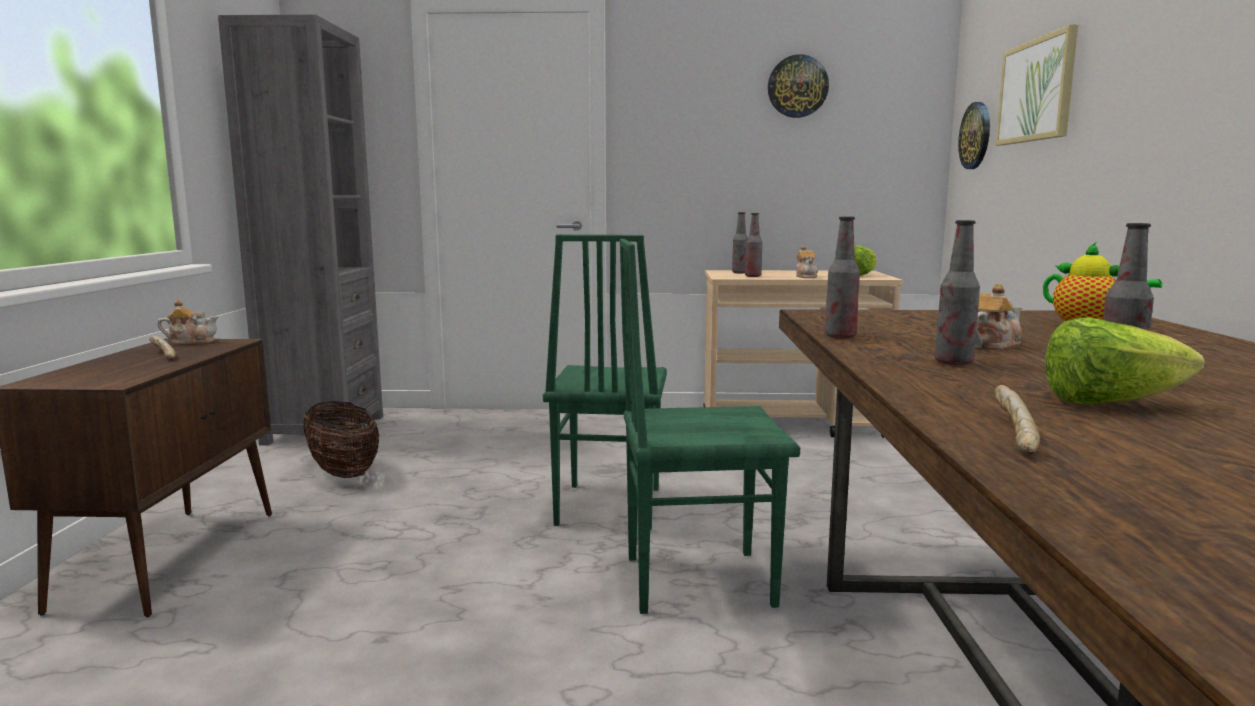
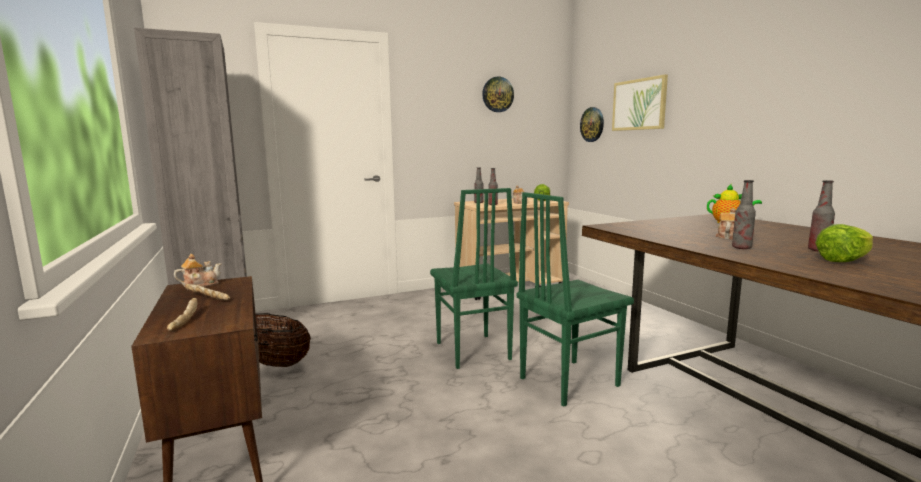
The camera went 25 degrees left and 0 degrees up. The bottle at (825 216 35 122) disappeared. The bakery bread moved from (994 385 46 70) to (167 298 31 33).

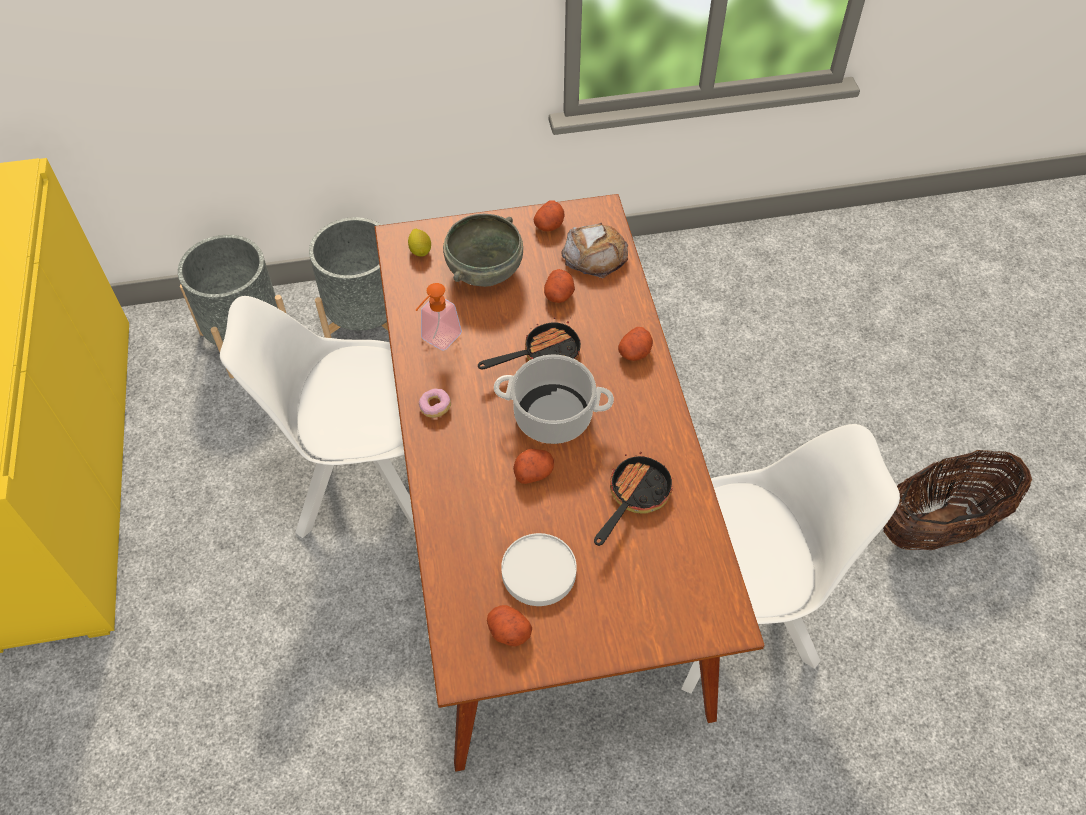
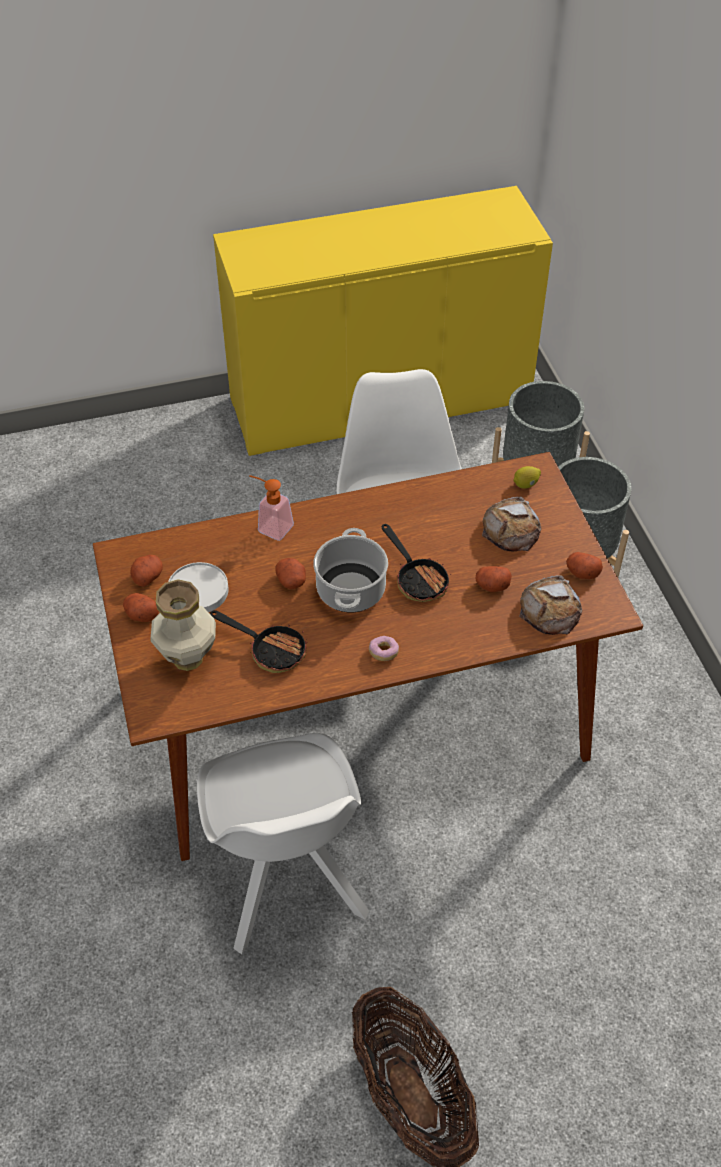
The camera went 85 degrees right and 5 degrees down. The grey deep dish at (443 214 80 73) was replaced by the bakery bread at (482 497 59 55). The liquid soap bottle moved from (416 283 46 68) to (249 475 45 66). The spud moved from (618 327 35 34) to (123 593 36 29). The ring doughnut moved from (419 388 32 30) to (369 636 30 25). The flower vase at (150 579 66 92) appeared.

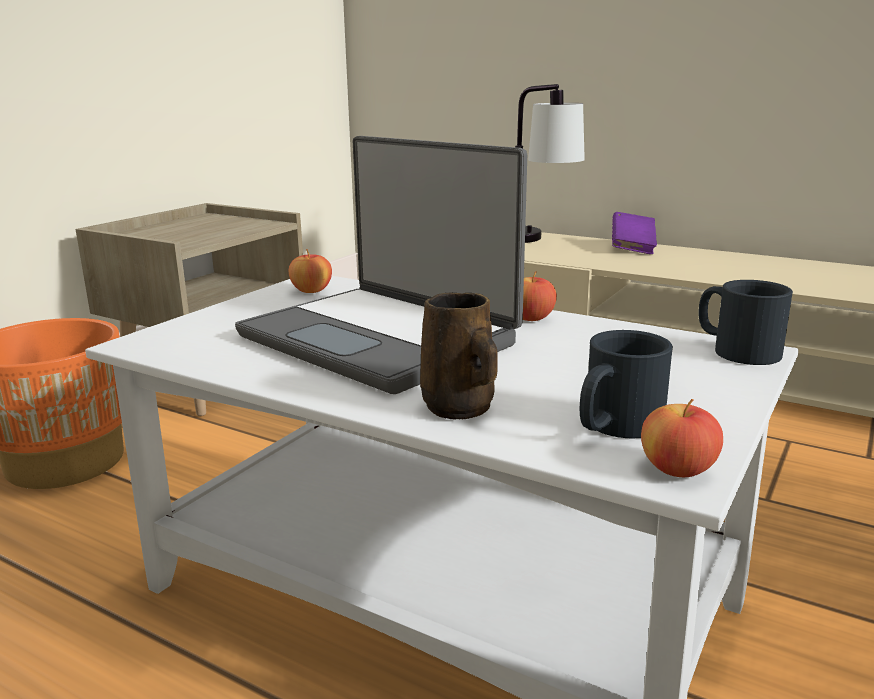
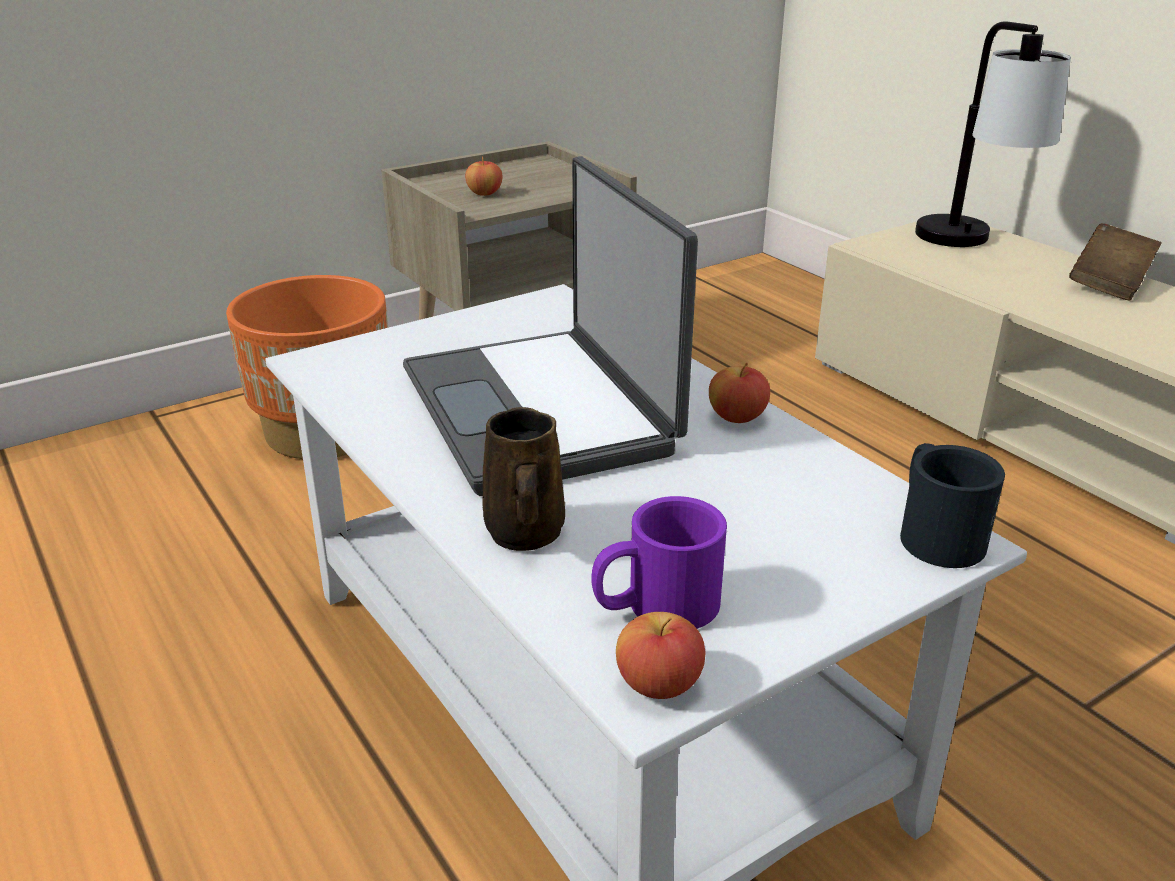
The camera went 25 degrees right and 10 degrees up. The purple-coloured bound book at (612 212 45 42) became the brownish bound book at (1069 223 93 77). The apple moved from (289 249 43 44) to (465 156 37 40). The blackish coffee mug at (580 330 93 108) became the purple-coloured coffee mug at (592 496 135 133).

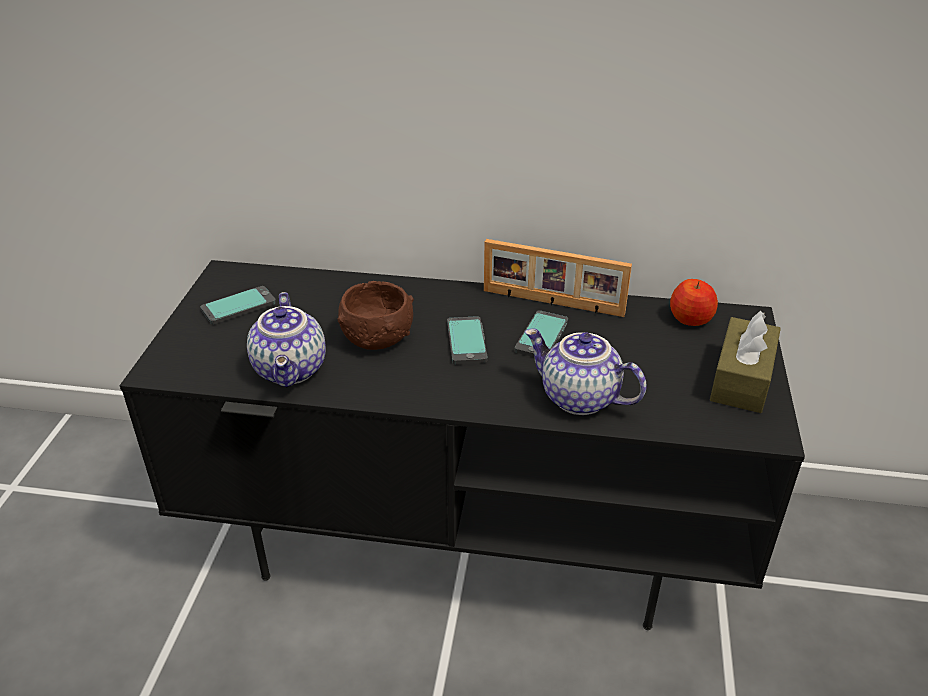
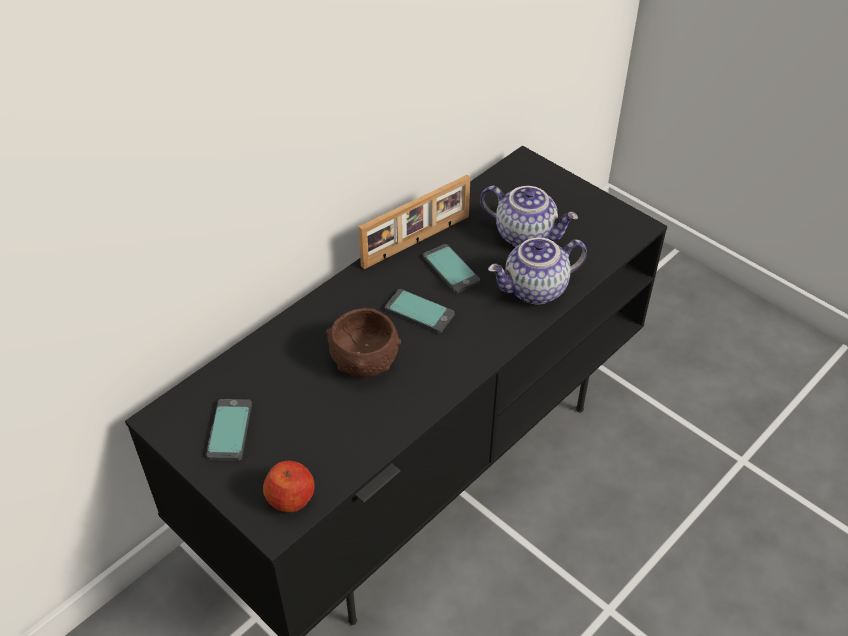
The camera went 55 degrees left and 10 degrees up. The apple moved from (670 279 48 47) to (263 461 52 52). The teapot moved from (247 292 79 95) to (480 186 98 61). The brownish tissue box at (710 310 71 103) disappeared.

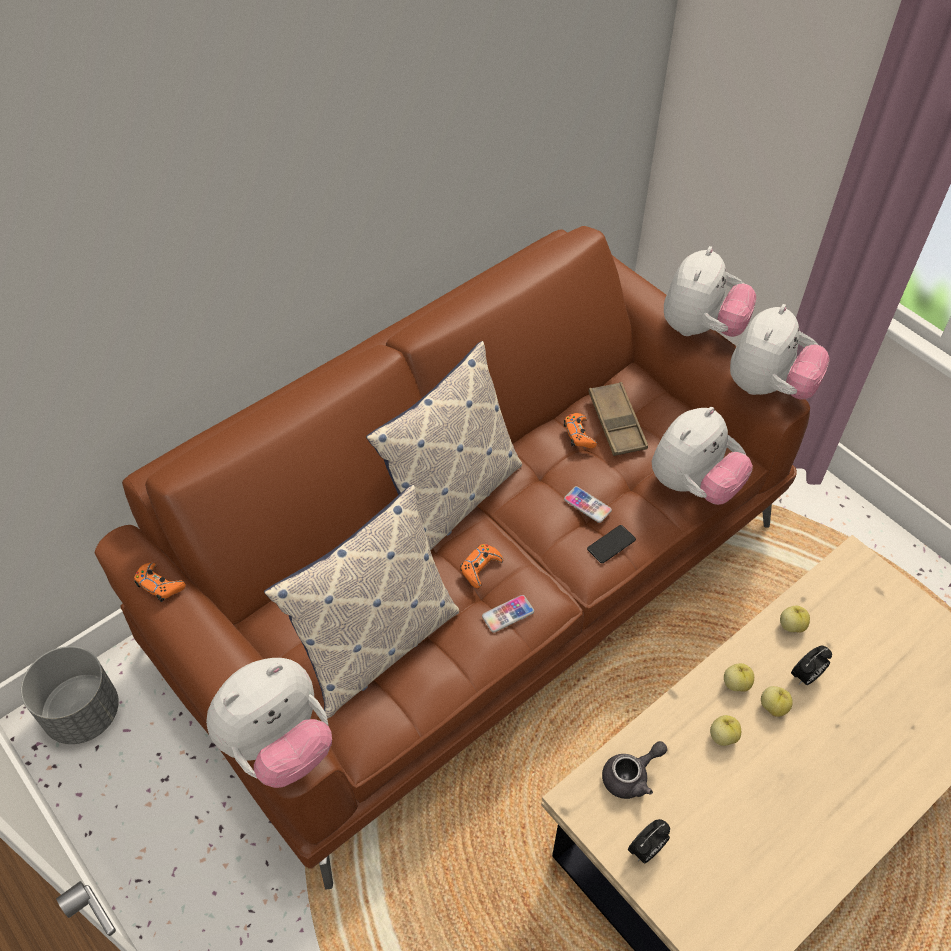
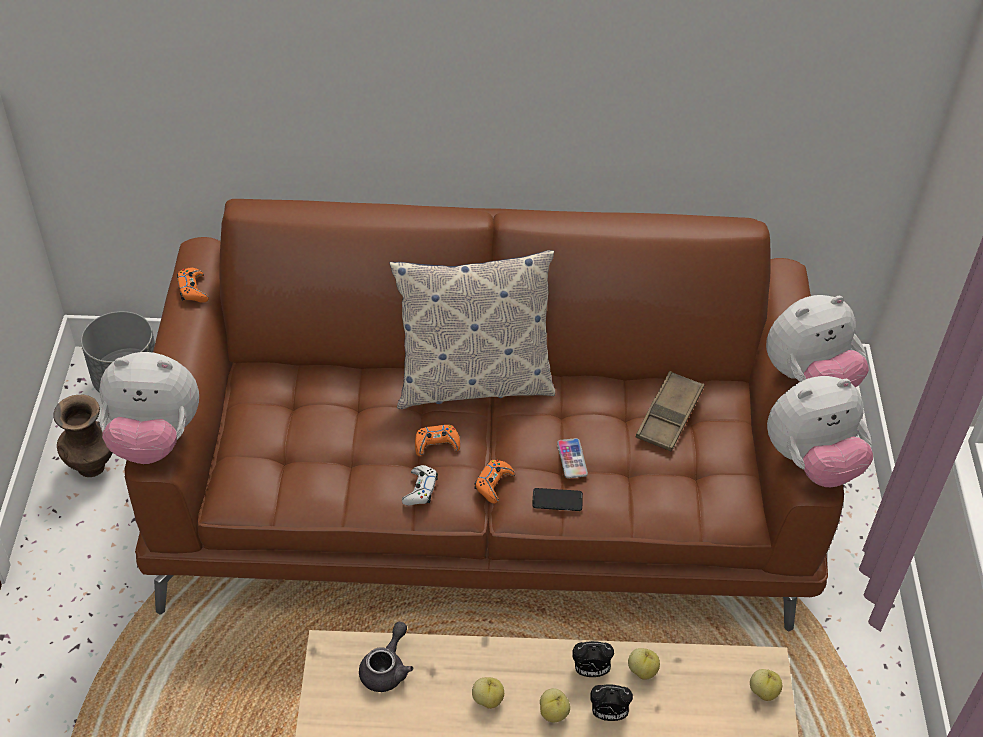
The camera went 40 degrees right and 5 degrees down. The soft toy at (652 407 101 98) disappeared. The orange game controller moved from (564 413 33 35) to (474 459 41 45). The pillow at (264 485 195 234) disappeared. The handset at (482 595 52 38) was replaced by the white-coloured game controller at (402 465 36 40). The apple moved from (724 663 30 29) to (750 669 32 32). The grey teapot at (602 741 65 58) turned 75 degrees counterclockwise. The bedside clock moved from (628 819 42 45) to (572 641 42 36). The brownish flower vase at (53 395 59 82) appeared.

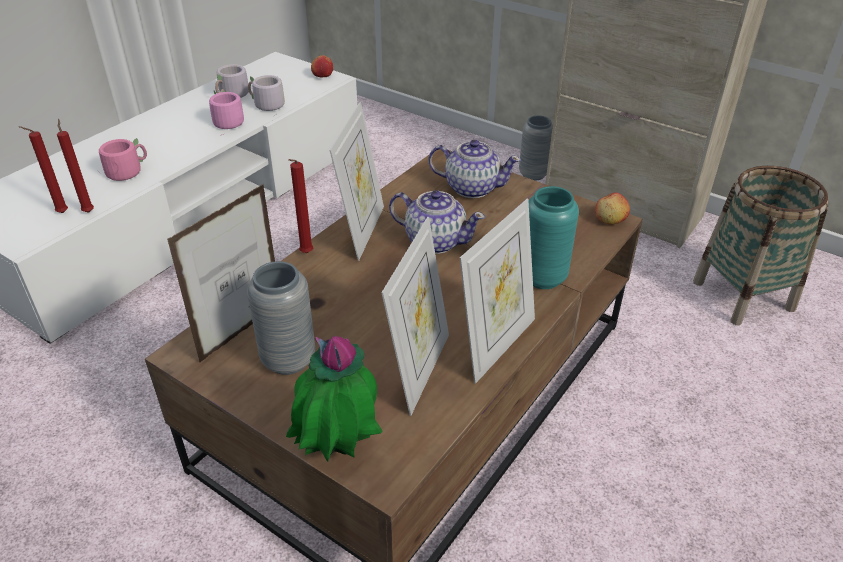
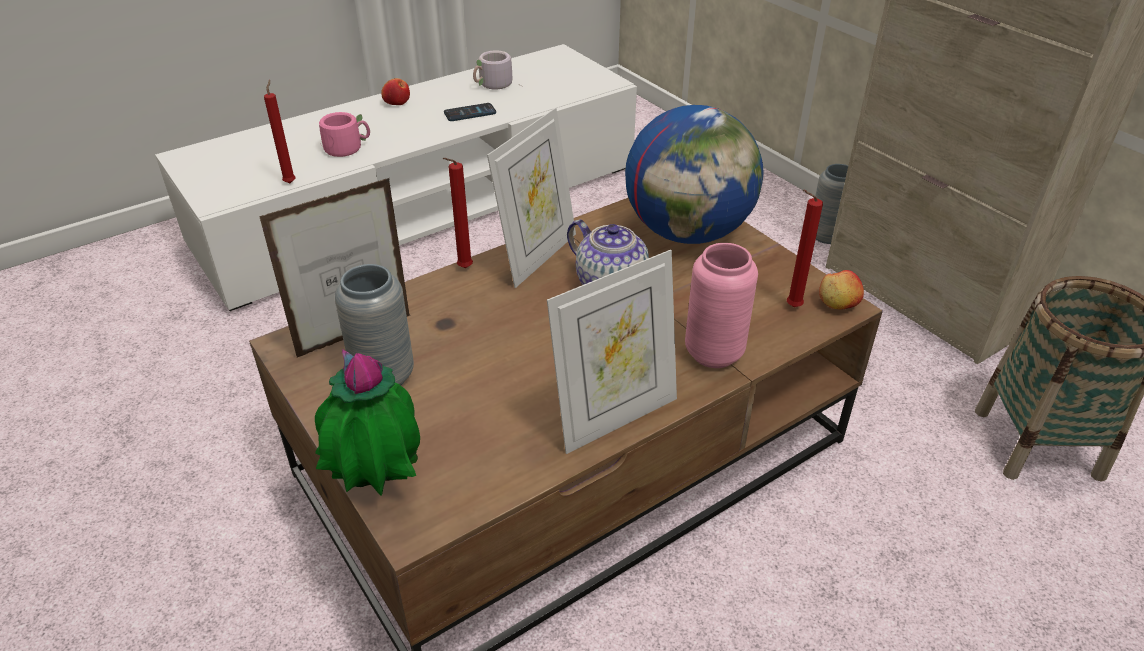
The camera went 20 degrees right and 0 degrees up. The apple moved from (311 55 22 22) to (381 78 29 27). The grey coffee mug at (248 75 37 42) disappeared. The pink-coloured coffee mug at (209 90 35 46) was replaced by the handset at (444 103 52 18). The red wax candle moved from (19 126 49 87) to (787 190 36 117). The teapot at (428 140 93 58) was replaced by the desk globe at (625 105 139 139). The blue-green flower vase at (529 186 50 103) became the pink-coloured flower vase at (685 243 73 125). The standing frame at (381 217 68 199) disappeared.

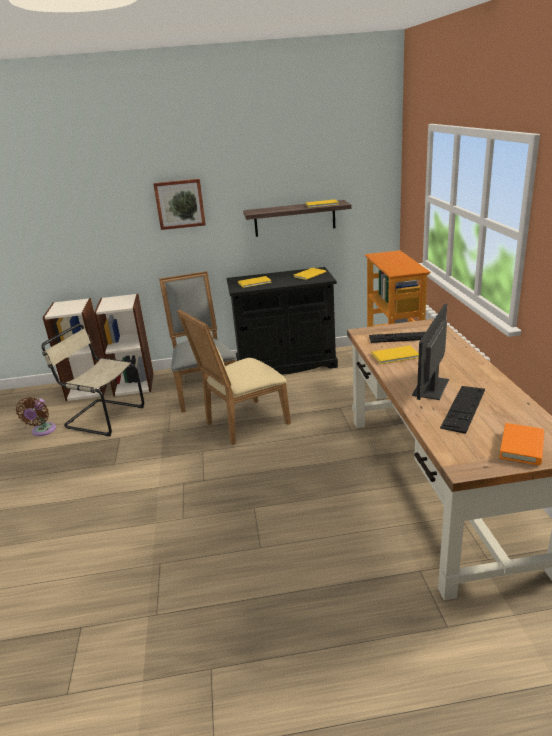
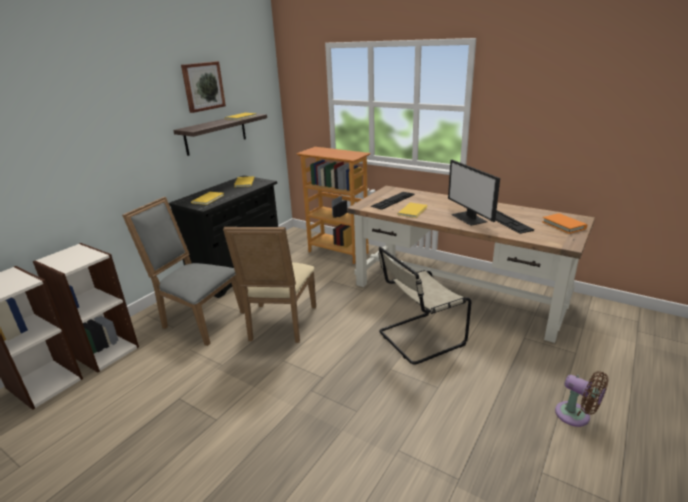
The camera went 50 degrees left and 0 degrees up. The wall picture moved from (153 179 53 51) to (181 61 45 52). The beige-coloured plain chair moved from (41 324 103 112) to (378 247 93 117). The brownish electric fan moved from (16 397 40 39) to (555 371 54 56).

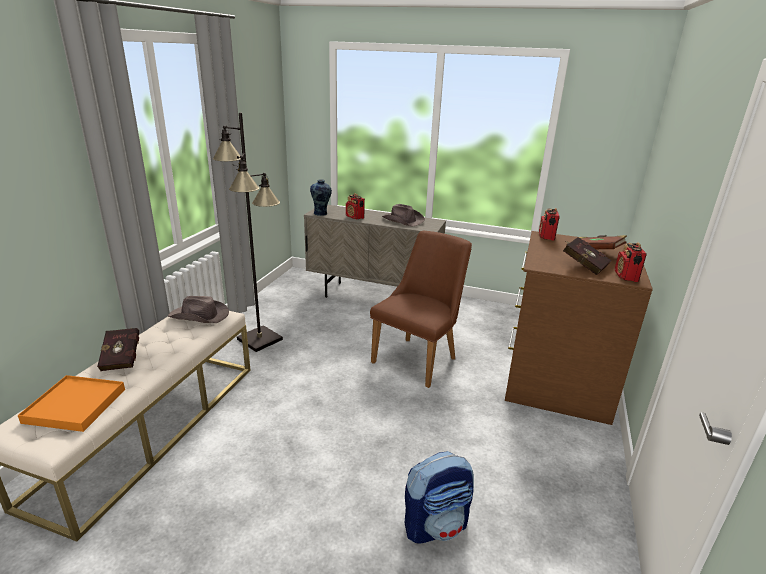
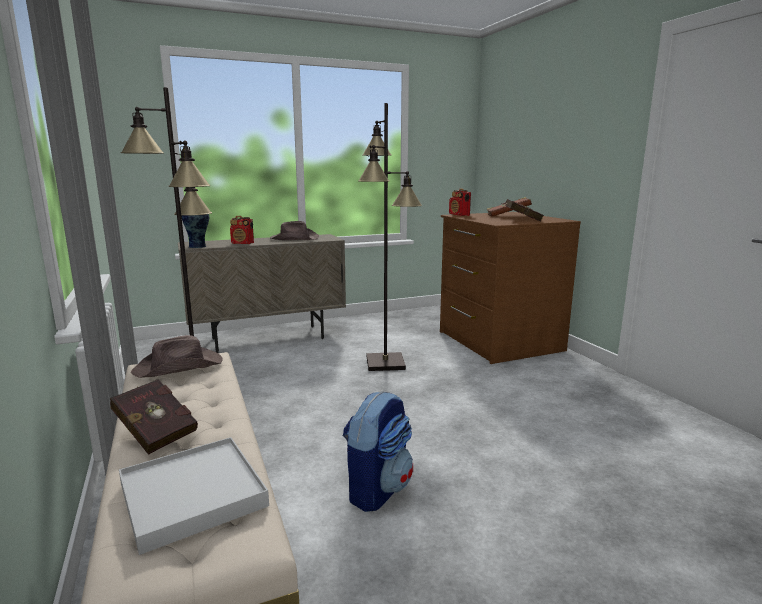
The camera went 40 degrees left and 10 degrees down. The brownish plain chair at (370 231 102 157) was replaced by the blackish standing lamp at (358 103 64 268). The radio at (615 242 32 40) disappeared. The orange tray at (17 375 108 57) became the white-coloured tray at (119 437 150 118). The knapsack moved from (405 451 69 93) to (343 391 70 121).

